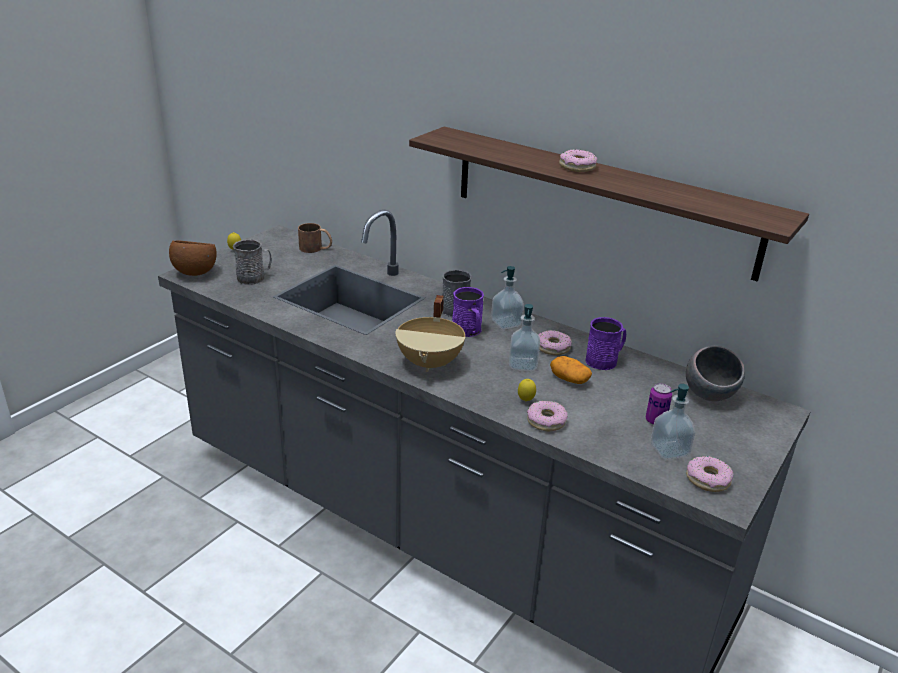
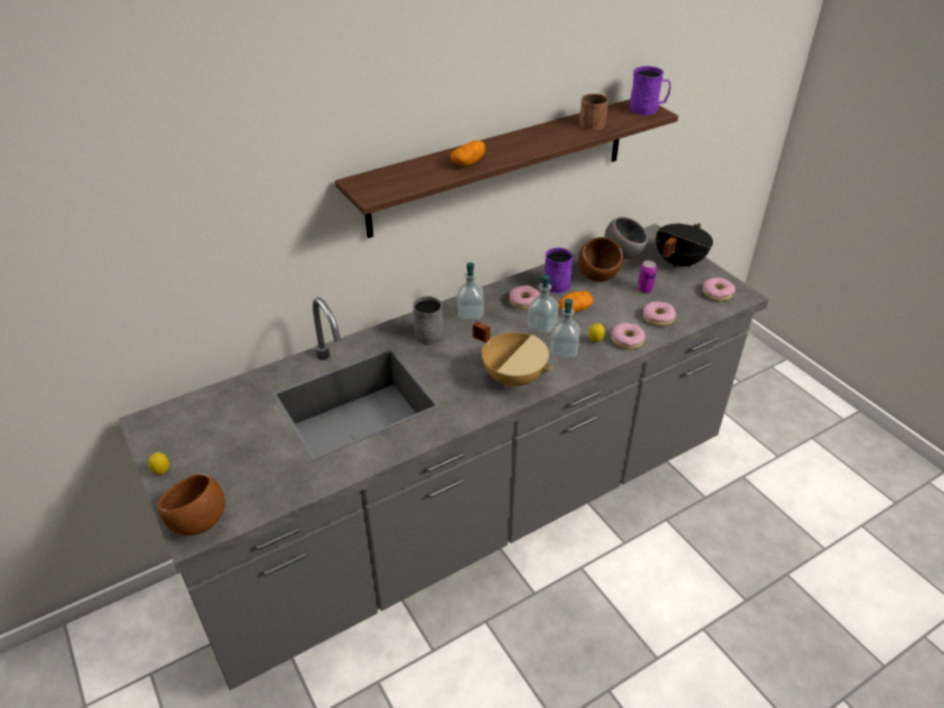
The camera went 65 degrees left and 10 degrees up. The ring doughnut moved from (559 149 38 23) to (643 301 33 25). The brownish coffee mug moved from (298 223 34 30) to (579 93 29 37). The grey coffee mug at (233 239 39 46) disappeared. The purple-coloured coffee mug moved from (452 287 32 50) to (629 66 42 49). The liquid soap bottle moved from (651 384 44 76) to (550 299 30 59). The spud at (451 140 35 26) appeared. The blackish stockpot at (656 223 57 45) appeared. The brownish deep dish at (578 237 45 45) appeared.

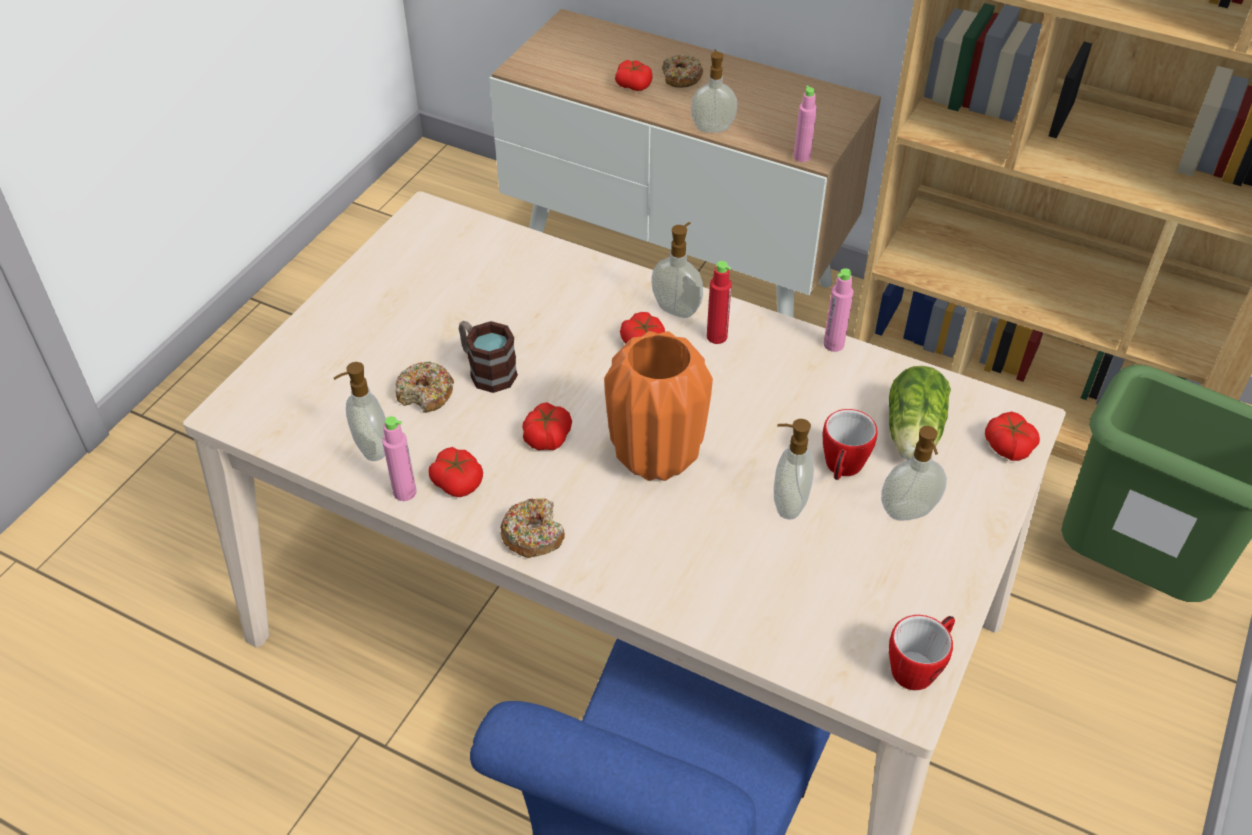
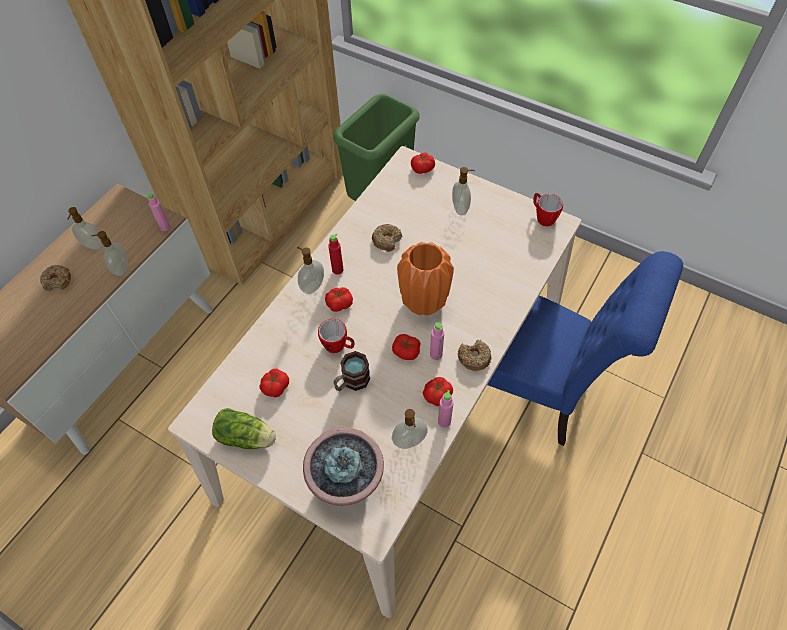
The camera went 85 degrees left and 10 degrees up. The fresh tomato moved from (615 60 38 31) to (259 369 30 29). The pink-coloured bottle moved from (823 268 31 84) to (430 322 14 38). The ring doughnut moved from (395 362 59 51) to (372 224 30 28). The head of lettuce moved from (889 366 62 94) to (212 408 64 41). The coffee mug moved from (823 409 55 71) to (318 319 36 34). The liquid soap bottle moved from (774 419 40 101) to (67 207 36 43). The plant in a pot at (303 428 81 78) appeared.

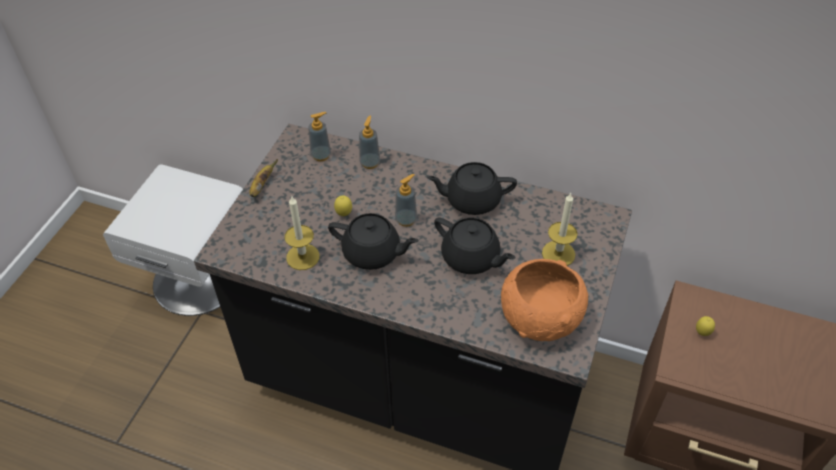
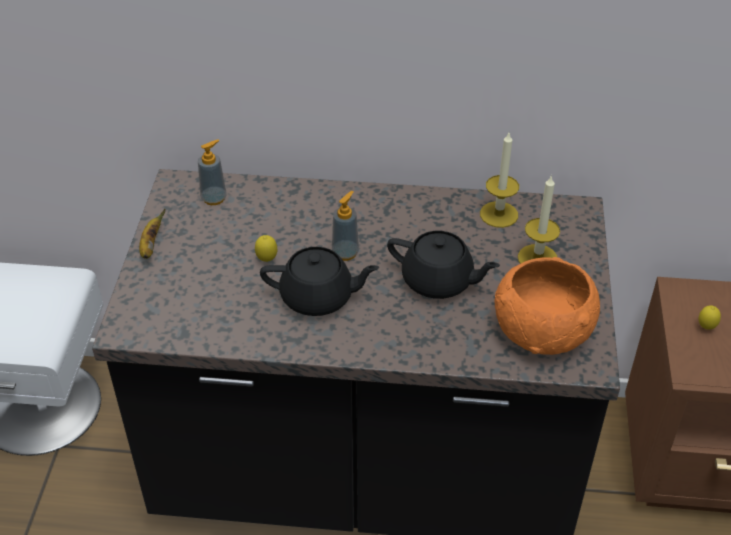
The camera went 15 degrees left and 5 degrees down. The liquid soap bottle at (359 115 21 54) disappeared. The blackish teapot at (427 162 90 53) disappeared. The wax candle moved from (285 197 35 73) to (480 133 39 95).

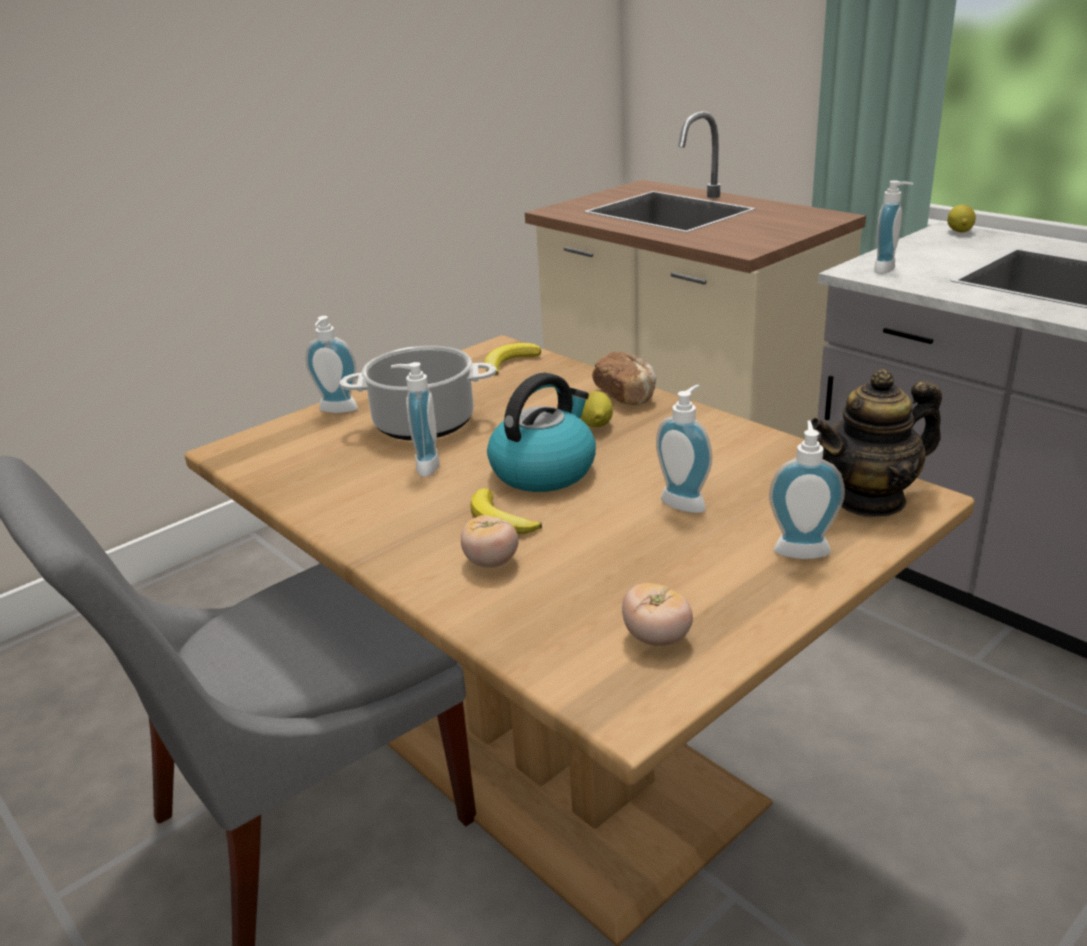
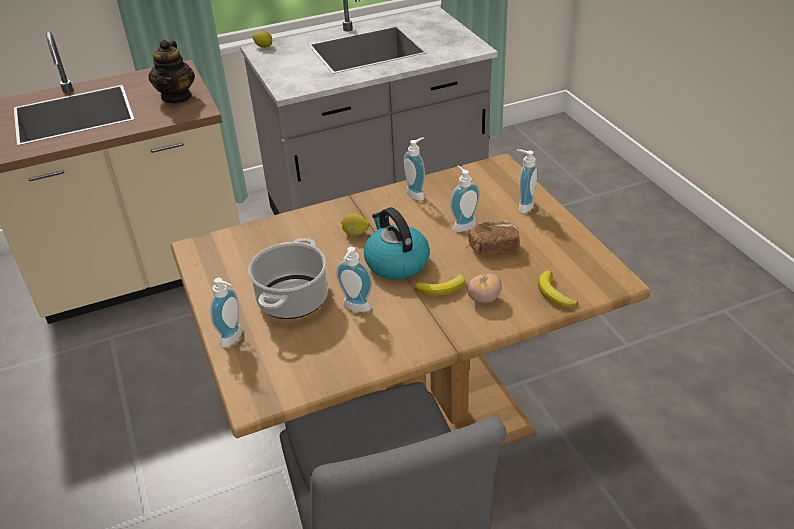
The camera went 70 degrees left and 10 degrees up. The liquid soap bottle moved from (874 180 39 94) to (404 137 21 64). The whole banana moved from (484 343 57 32) to (538 270 40 37). The bakery bread moved from (592 352 64 53) to (469 220 51 35). The teapot moved from (811 369 131 148) to (148 40 47 63). The fresh tomato at (622 583 71 63) disappeared.

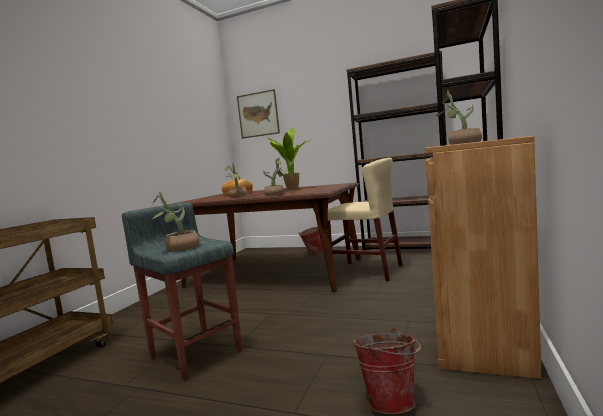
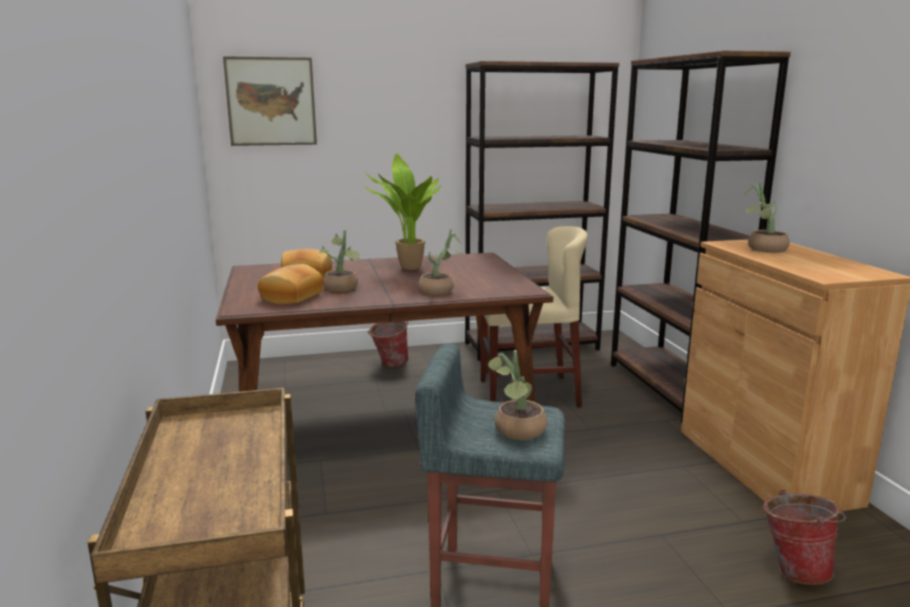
The camera went 35 degrees left and 10 degrees up. The bakery bread at (258 264 66 40) appeared.

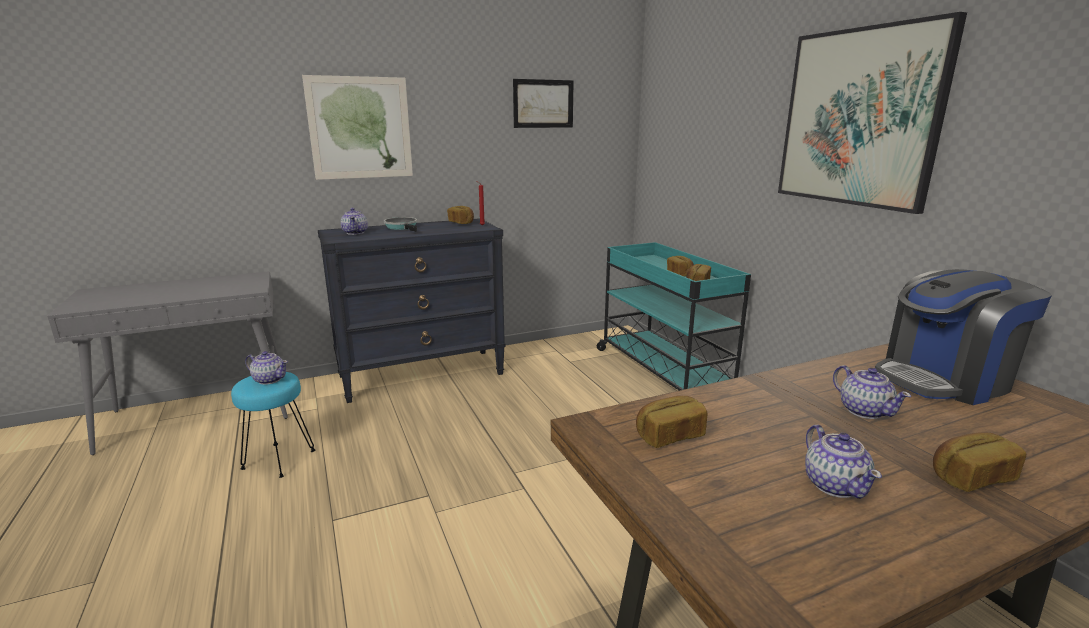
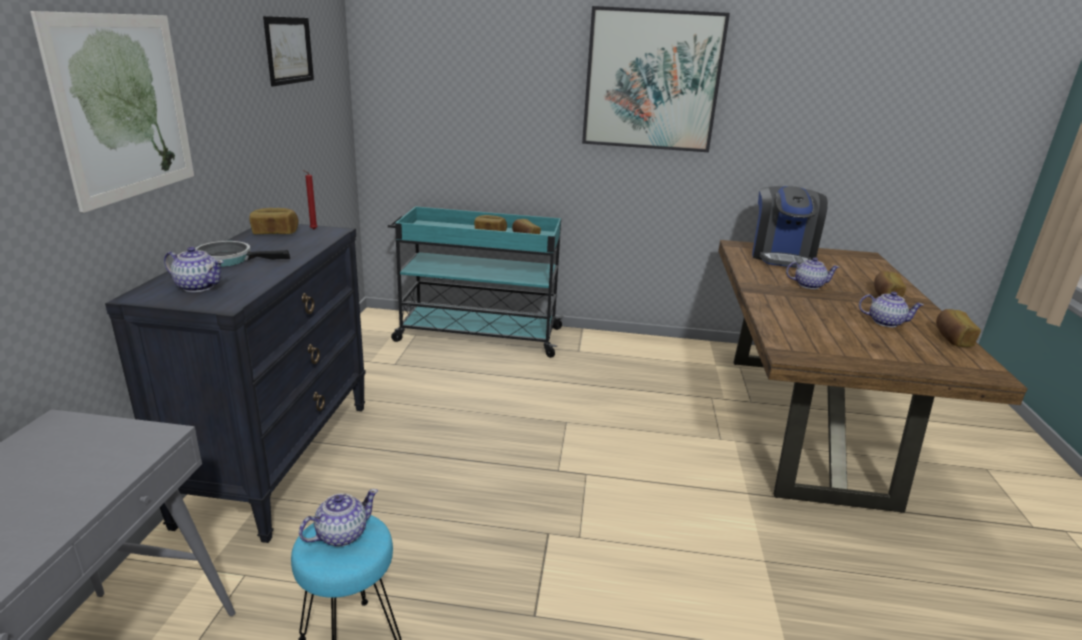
The camera went 60 degrees left and 5 degrees up. The bakery bread moved from (636 396 71 52) to (936 309 45 38).

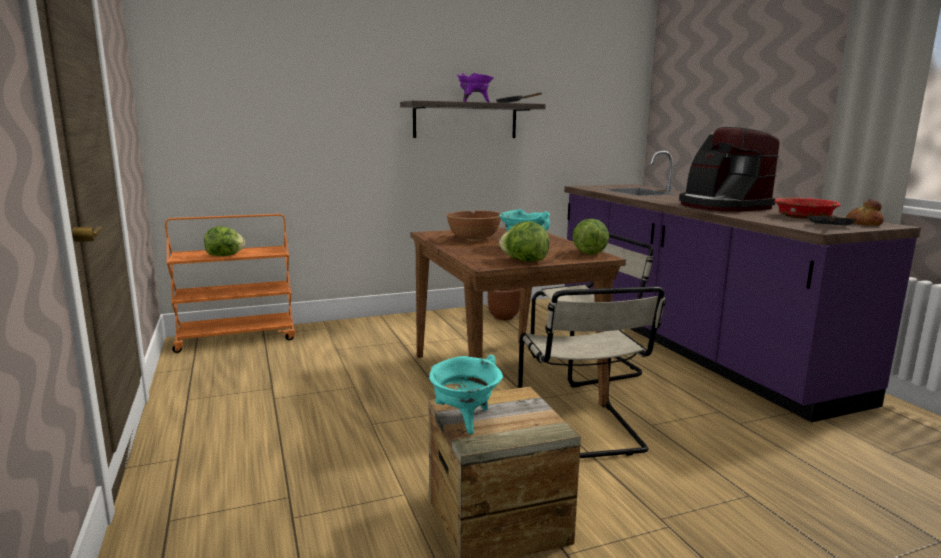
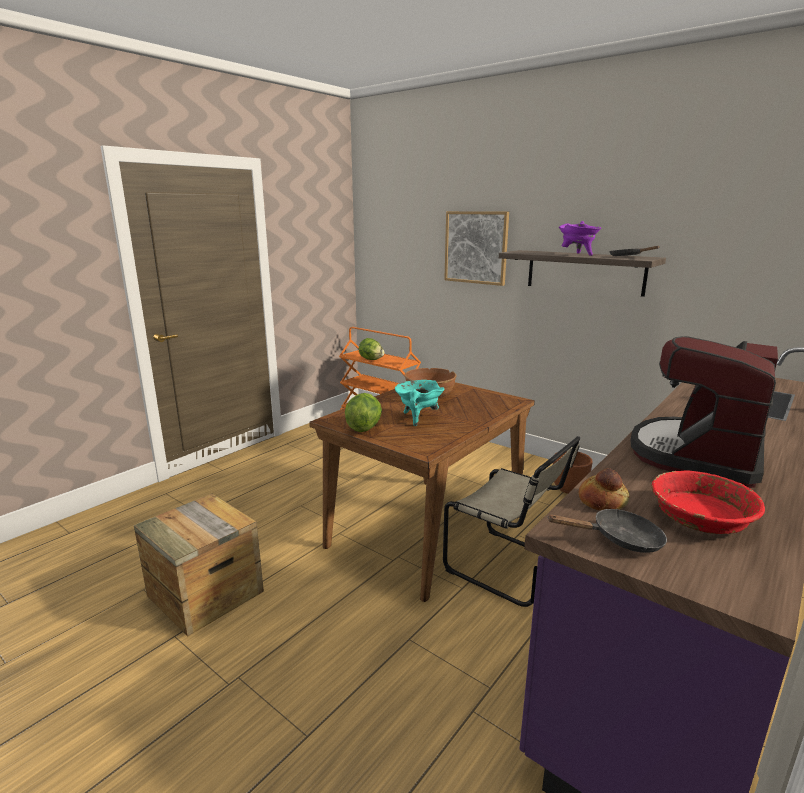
The camera went 60 degrees right and 5 degrees up. The bakery bread moved from (846 199 38 27) to (579 468 51 42). The head of lettuce at (572 219 37 36) disappeared. The beige-coloured plain chair at (518 287 148 171) disappeared. The blue-green stockpot at (429 355 74 79) disappeared. The wall picture at (444 211 65 75) appeared.

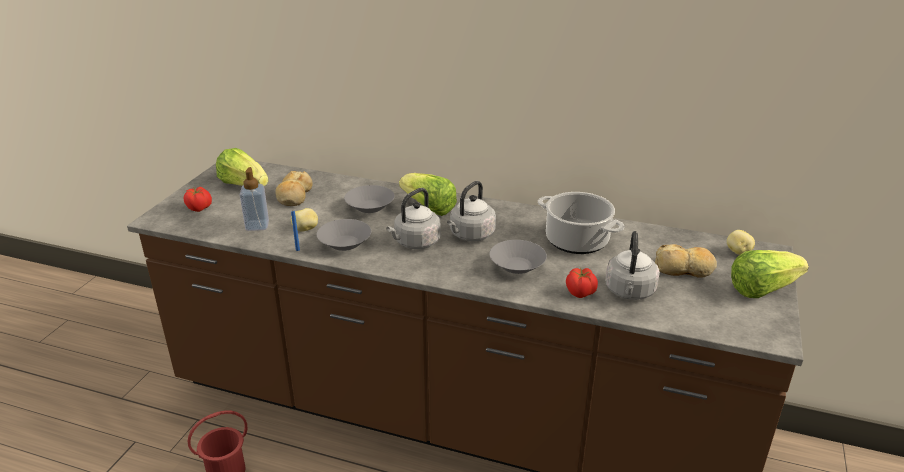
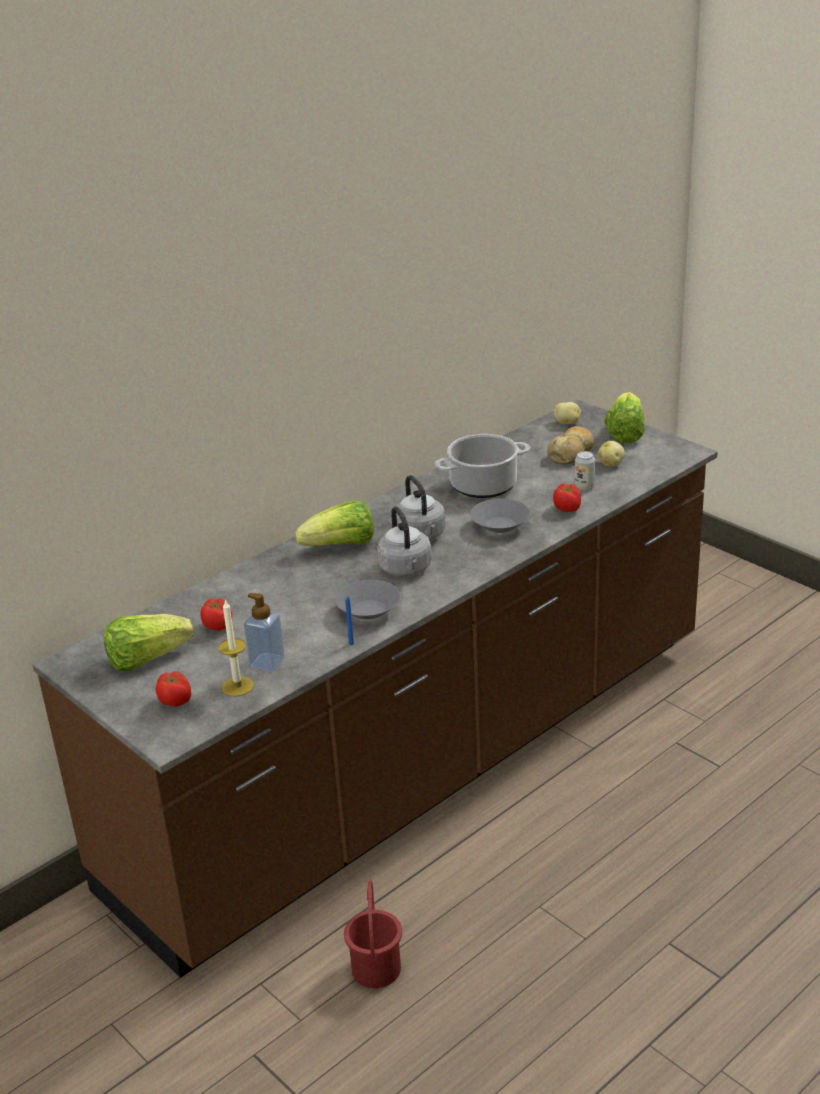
The camera went 60 degrees left and 0 degrees up. The bakery bread at (275 171 38 35) was replaced by the fresh tomato at (200 599 32 32). The grey deep dish at (344 185 51 28) disappeared. The spud moved from (291 208 27 24) to (598 441 27 26). The grey water kettle at (605 231 55 69) was replaced by the sealed can at (575 451 20 40). The wax candle at (218 599 36 97) appeared.

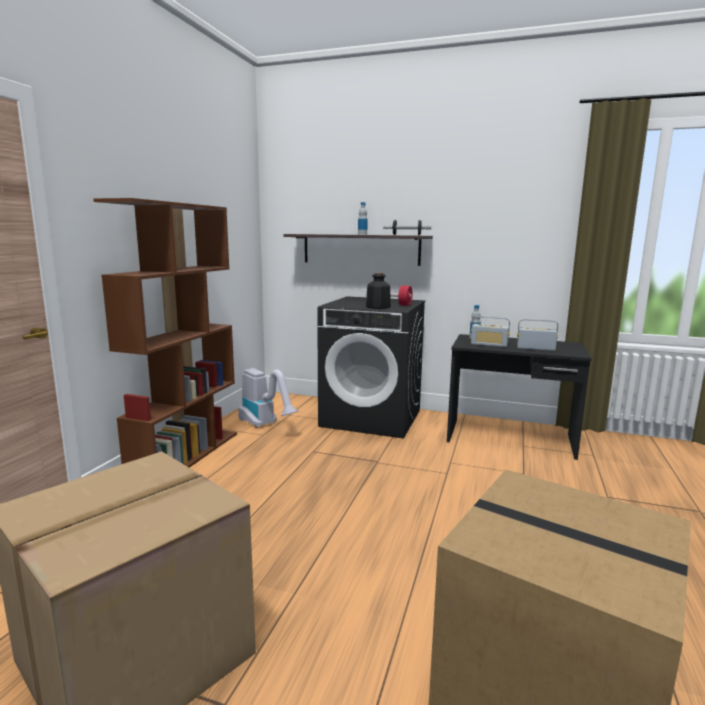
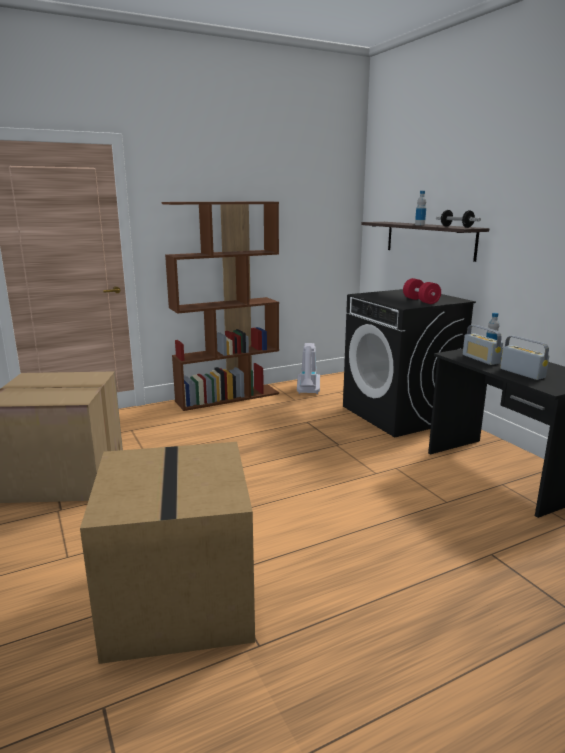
The camera went 45 degrees right and 5 degrees up. The bottle at (366 273 25 36) disappeared.

